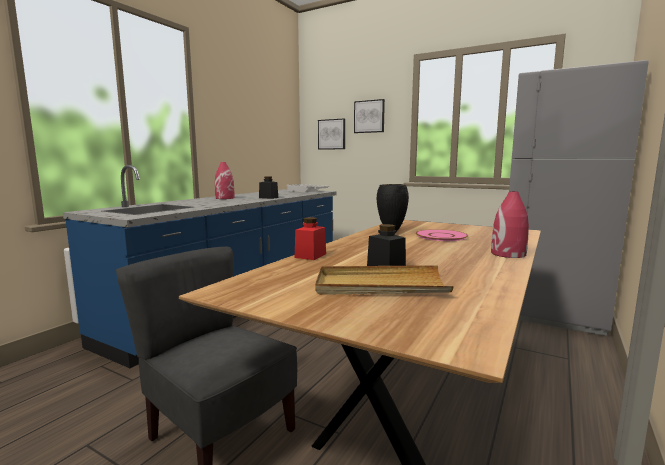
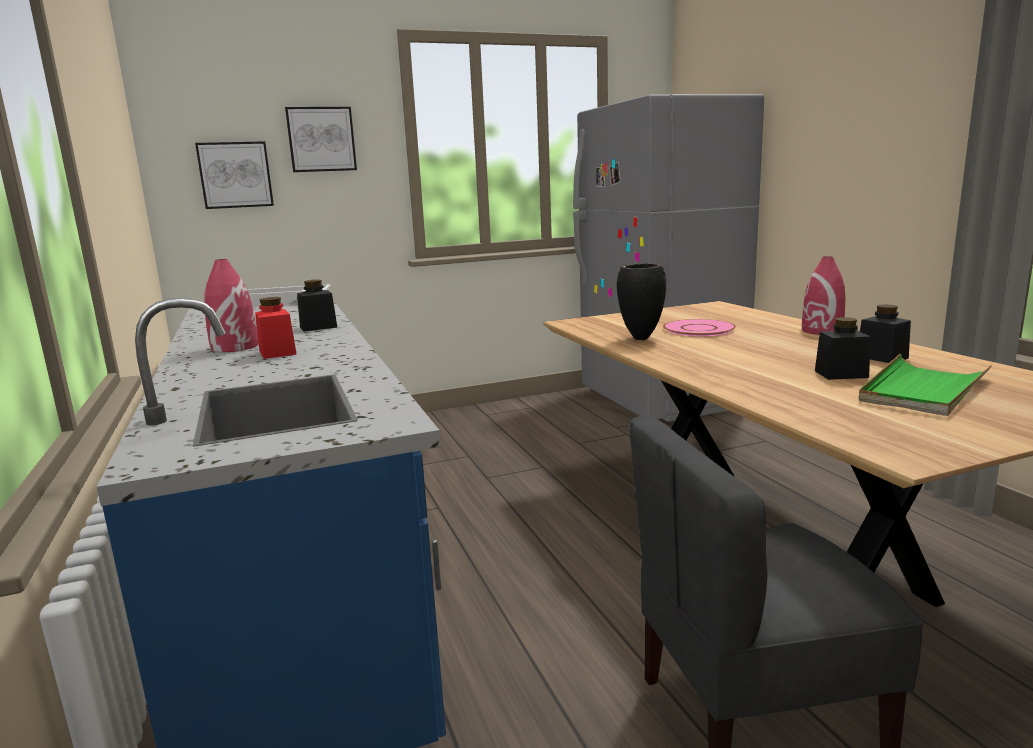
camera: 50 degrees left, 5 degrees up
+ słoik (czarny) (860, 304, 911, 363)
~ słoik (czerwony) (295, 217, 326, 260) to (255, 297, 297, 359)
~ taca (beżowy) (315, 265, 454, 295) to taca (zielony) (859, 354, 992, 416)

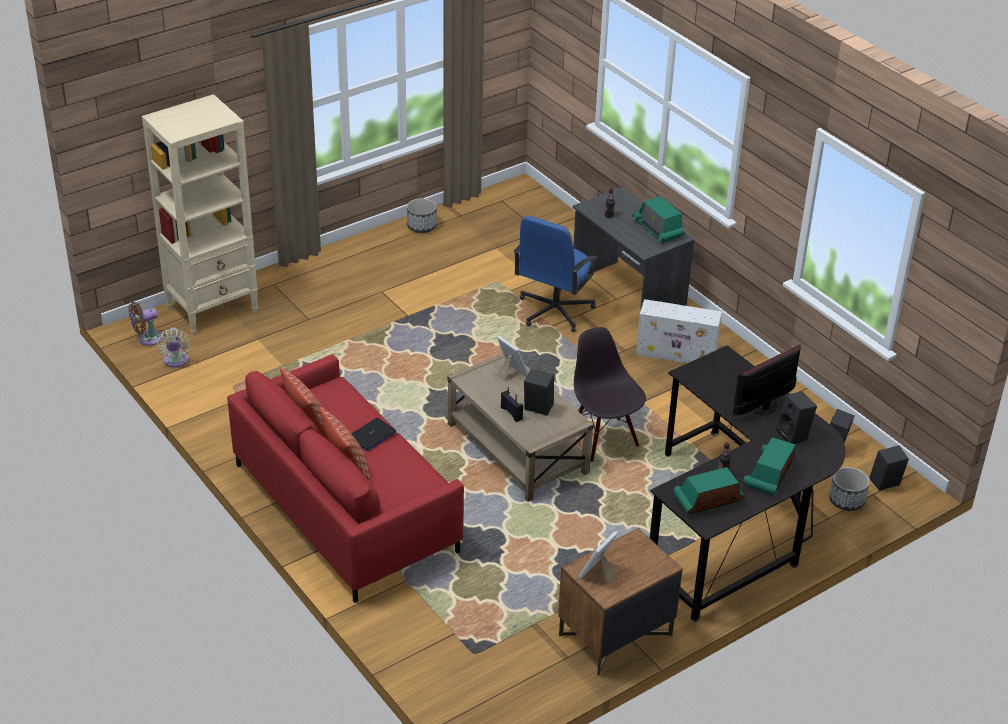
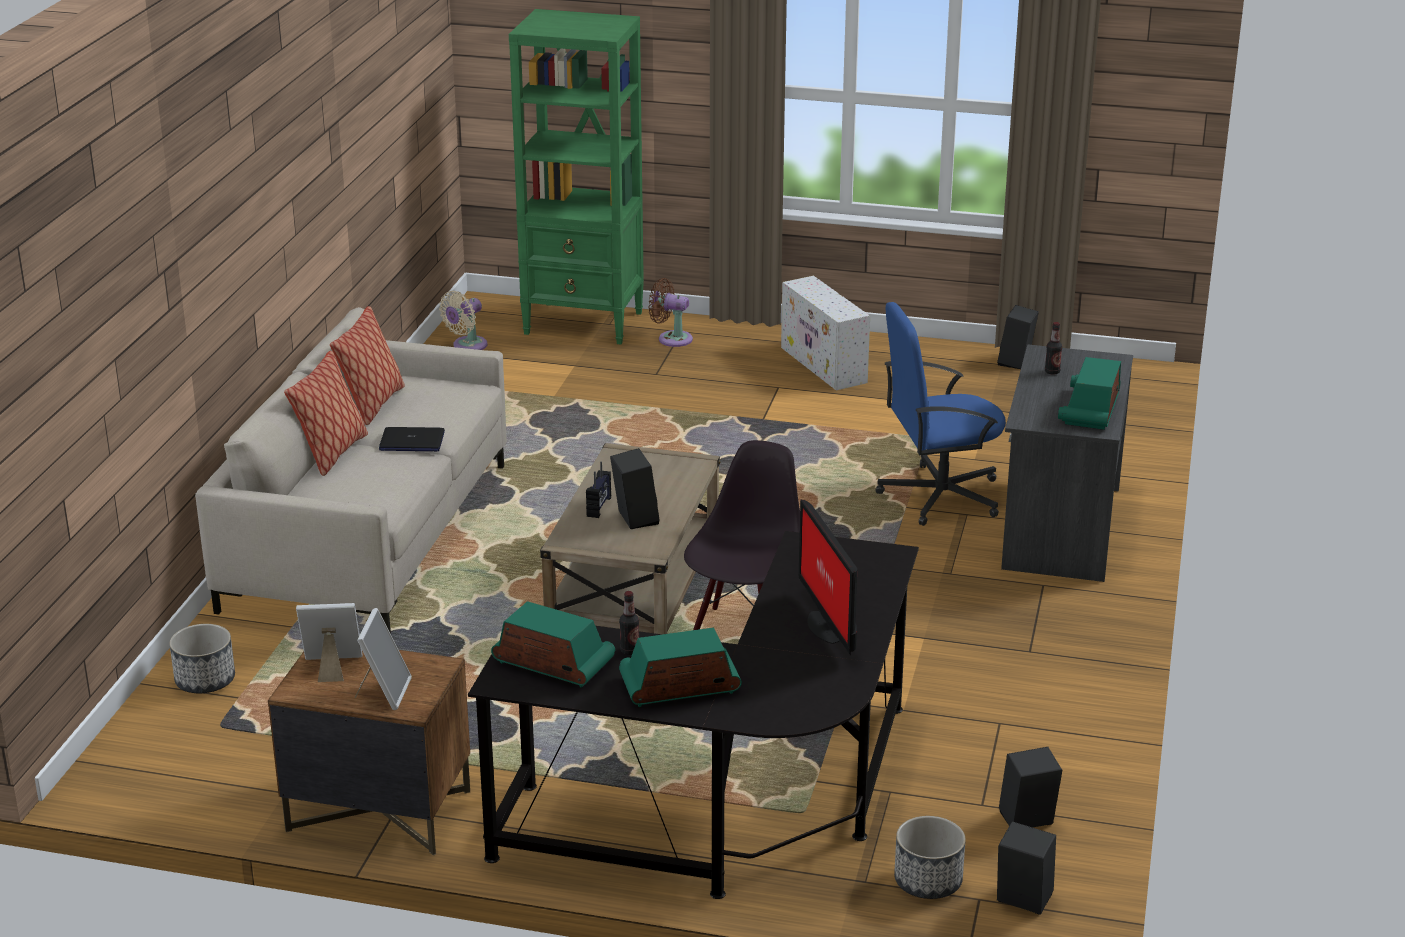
camera: 50 degrees right, 10 degrees down
~ wentylator (brązowy) (128, 302, 163, 346) to (648, 278, 693, 347)
~ donica (407, 198, 437, 233) to (169, 624, 235, 693)
~ ramka na zdjęcie (496, 335, 528, 382) to (355, 608, 412, 710)
~ pojemnik do przechowywania (biały) (636, 299, 722, 363) to (781, 276, 870, 391)
~ głośnik (czarny) (776, 391, 817, 444) to (997, 305, 1039, 369)
~ regał (beżowy) (142, 94, 258, 335) to regał (zielony) (509, 9, 644, 344)
~ kanapa (czerwony) (227, 355, 464, 603) to kanapa (beżowy) (195, 307, 507, 633)
~ monitor (733, 345, 801, 415) = (798, 499, 857, 656) 120 degrees counterclockwise

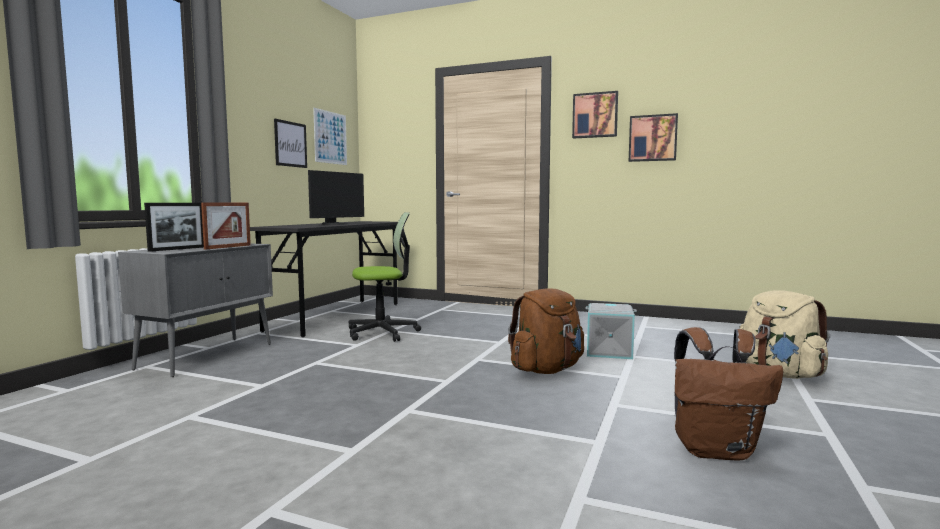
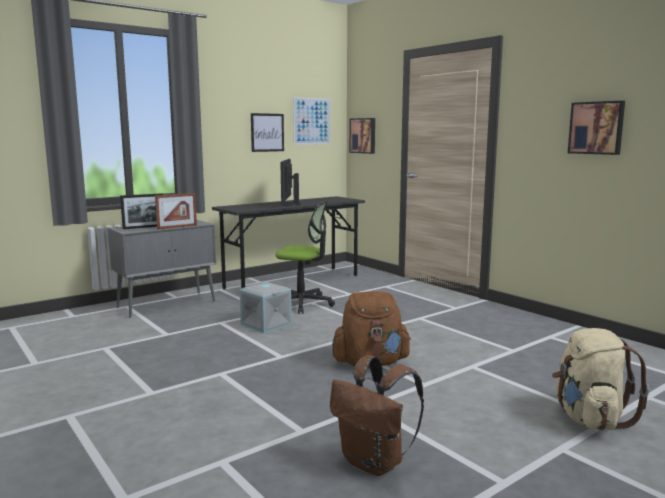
camera: 30 degrees right, 5 degrees up
~ obraz (572, 91, 618, 139) to (349, 118, 375, 154)
~ pojemnik do przechowywania (szary) (585, 303, 637, 359) to (239, 282, 292, 333)
~ monitor (308, 170, 364, 225) = (279, 159, 300, 206) 120 degrees clockwise

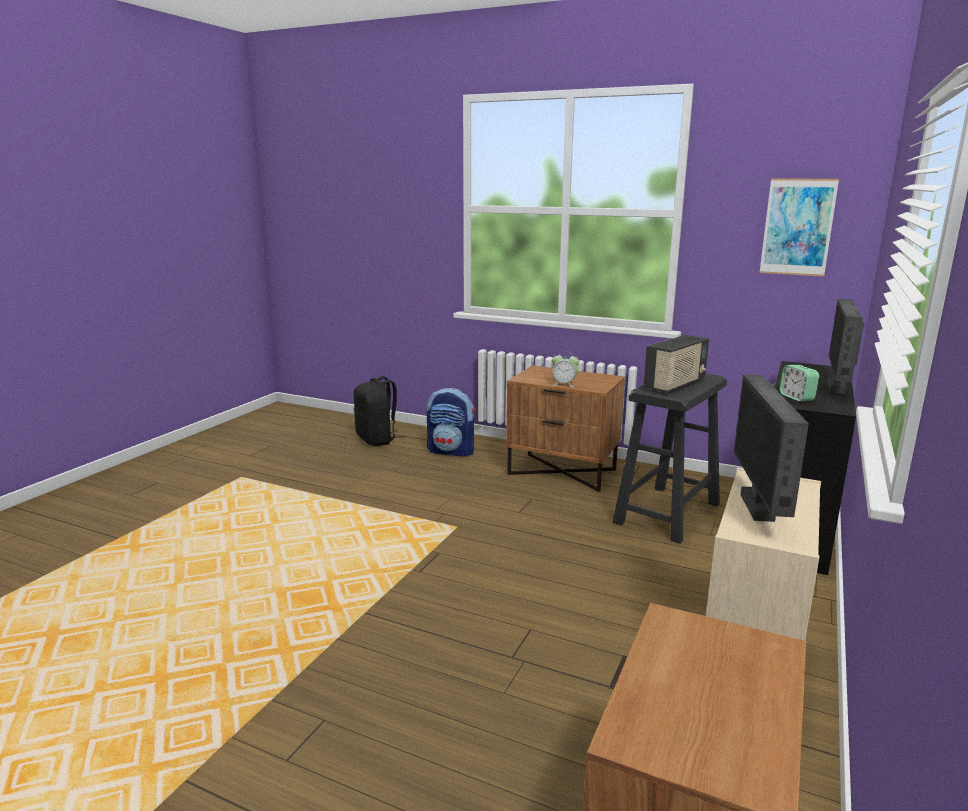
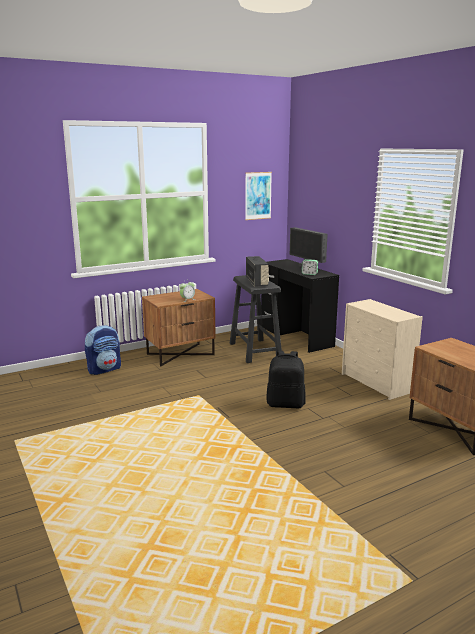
camera: 55 degrees left, 0 degrees up
- monitor (734, 375, 809, 522)
~ plecak (czarny) (354, 376, 405, 446) to (266, 351, 306, 408)

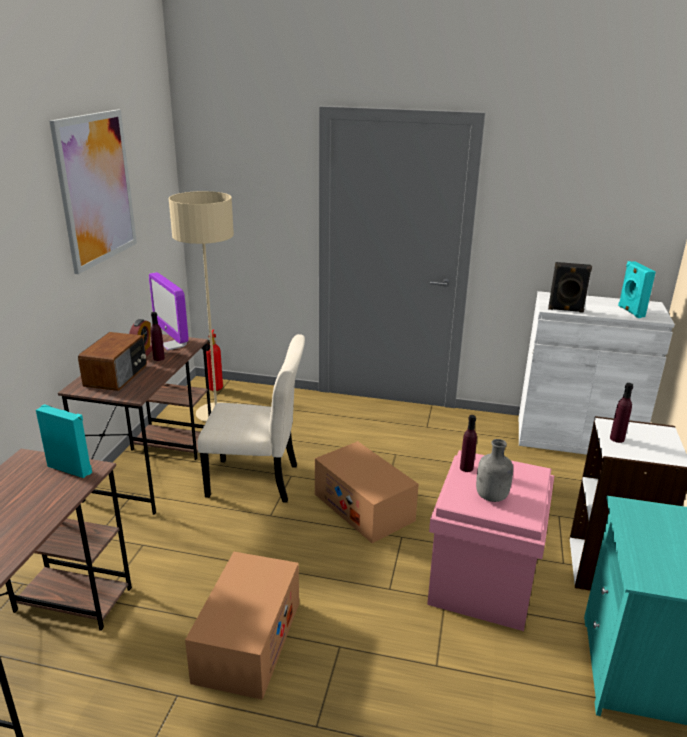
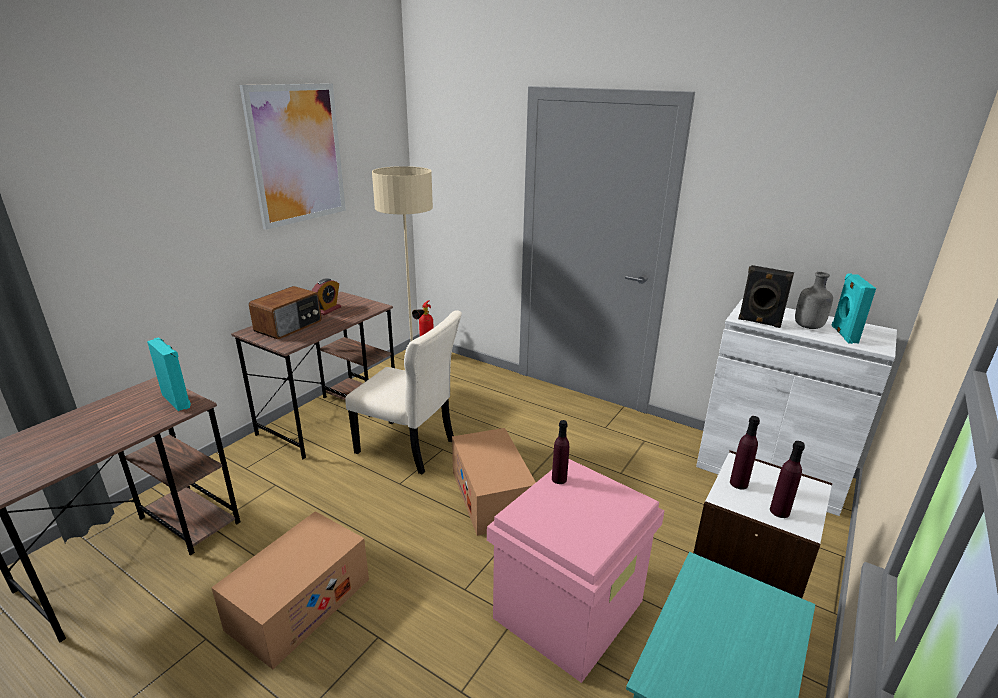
camera: 20 degrees right, 0 degrees up
- monitor (149, 272, 189, 350)
~ butelka (fioletowy) (150, 312, 165, 361) to (770, 441, 805, 518)
~ butelka (szary) (476, 439, 513, 502) to (795, 272, 833, 329)

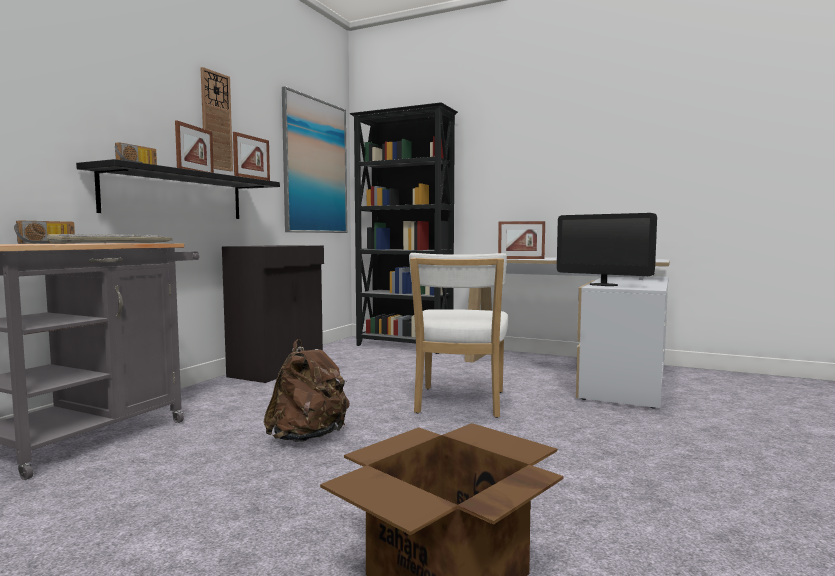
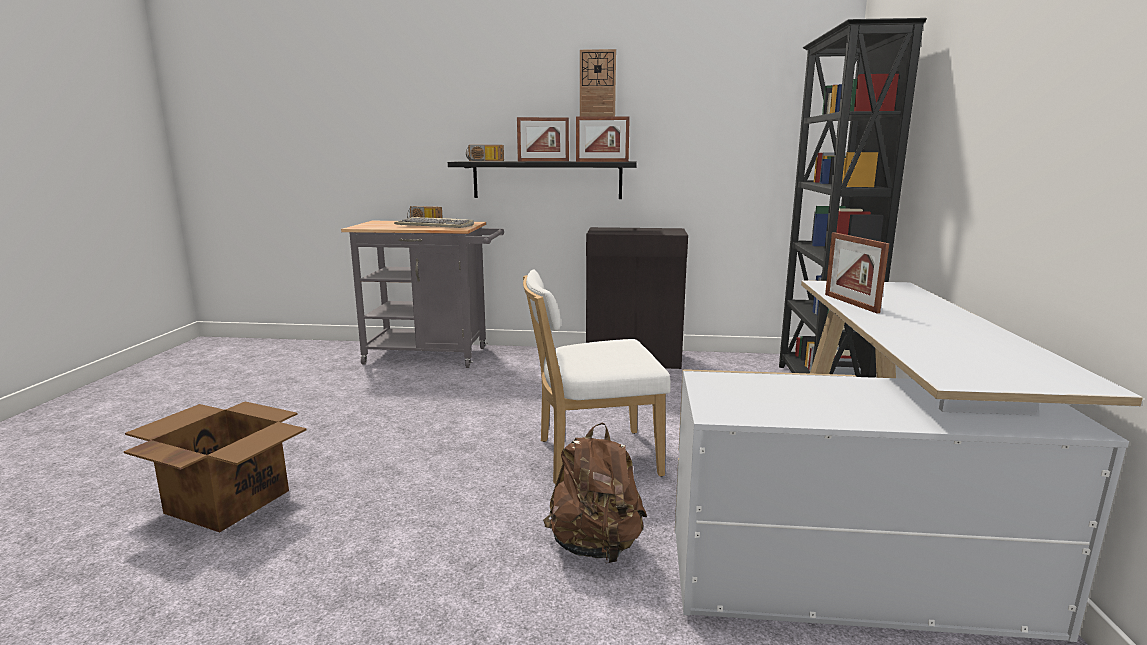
camera: 70 degrees right, 10 degrees up
- obraz (282, 86, 347, 233)
- monitor (557, 213, 657, 286)
~ plecak (brązowy) (264, 339, 350, 442) to (543, 422, 647, 563)

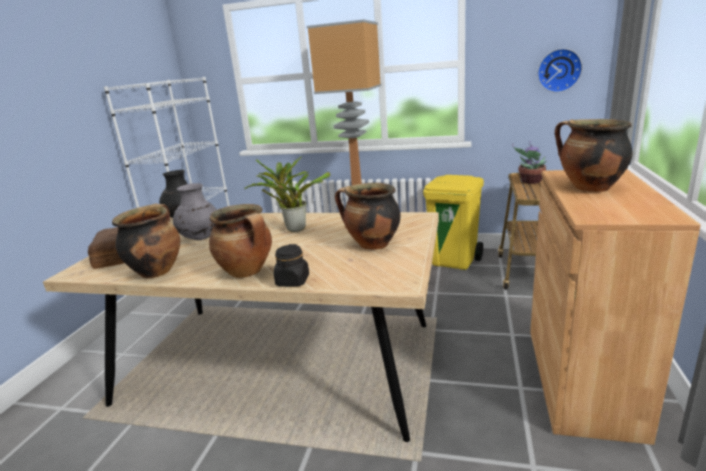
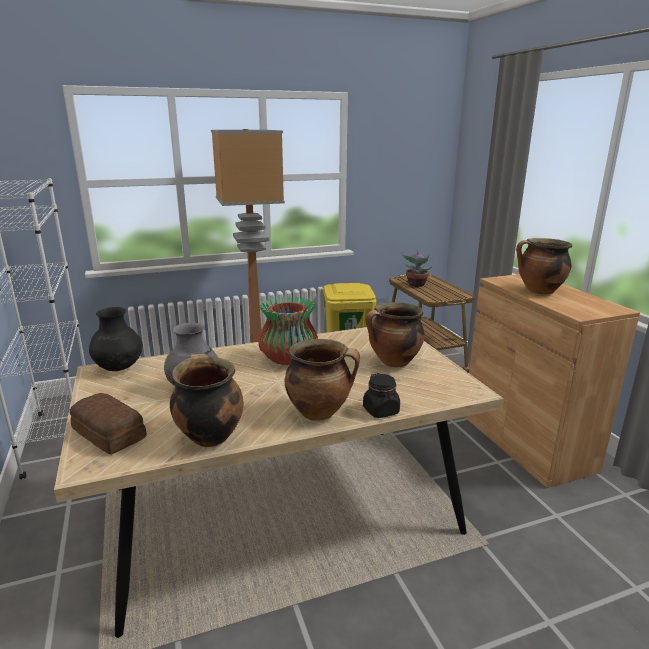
camera: 35 degrees left, 0 degrees up
- zegar ścienny (537, 48, 583, 93)
~ roślina doniczkowa (244, 156, 330, 232) to wazon (258, 296, 318, 365)

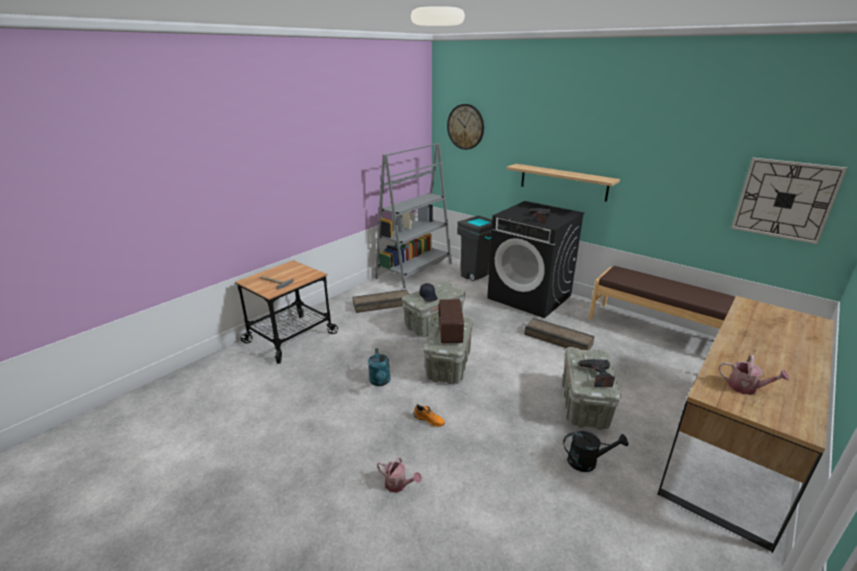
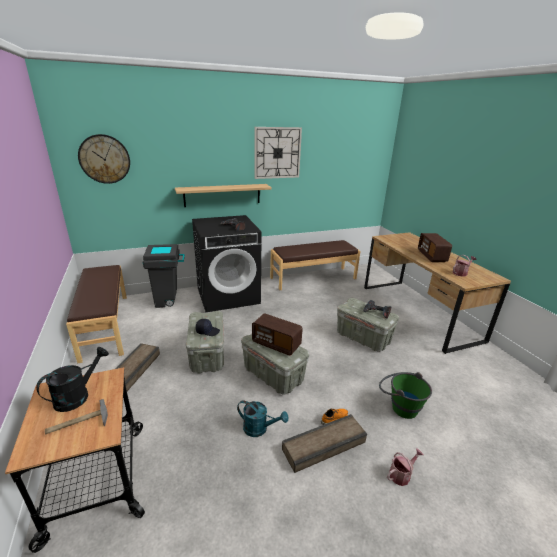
camera: 60 degrees left, 0 degrees up
+ wiadro (zielony) (379, 372, 432, 419)
+ radio (418, 233, 452, 262)
~ skrzynka (524, 318, 595, 350) to (282, 414, 367, 473)
~ konewka (czarny) (563, 431, 629, 472) to (36, 347, 109, 412)
~ zegar ścienny (731, 158, 847, 244) to (255, 127, 302, 179)
~ regał (szary) (375, 143, 452, 288) to ławka (brązowy) (66, 265, 127, 364)

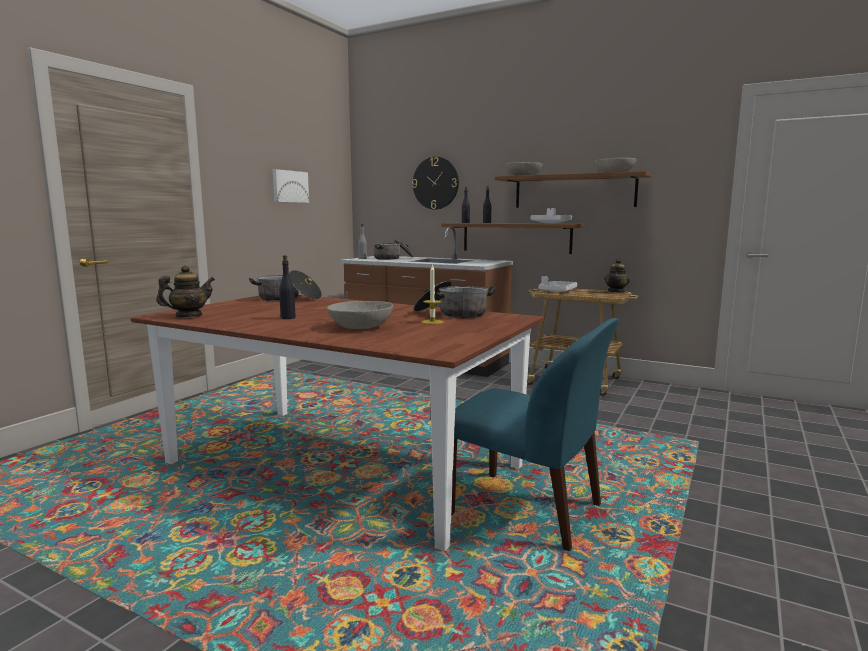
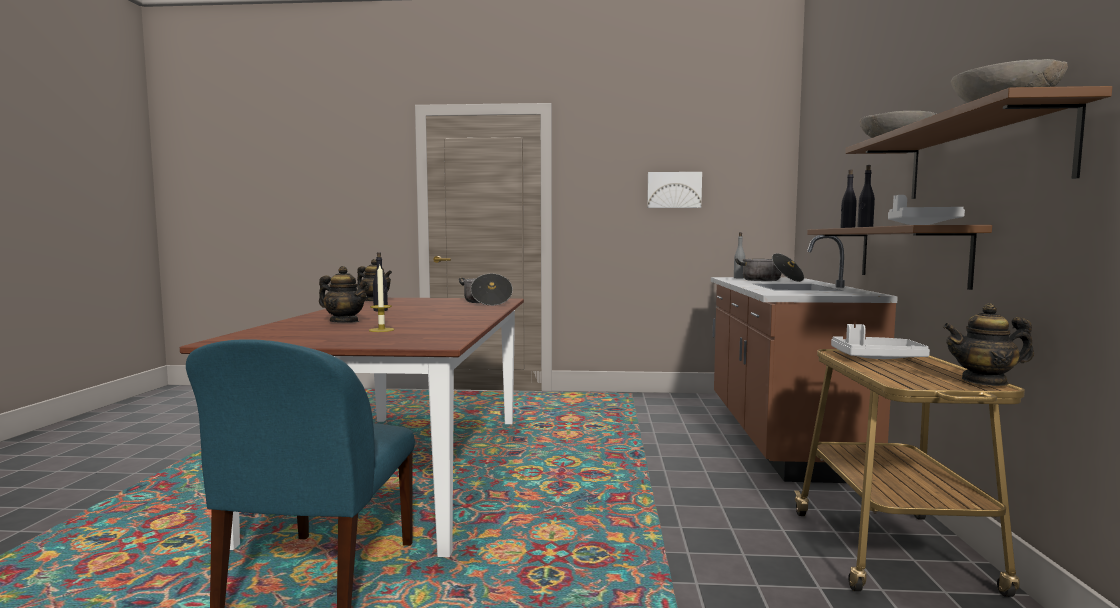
camera: 65 degrees right, 5 degrees down
- zegar ścienny (412, 157, 459, 210)
- garnek (413, 281, 496, 318)
~ miska (szary) (327, 301, 393, 329) to imbryk (319, 266, 368, 323)

